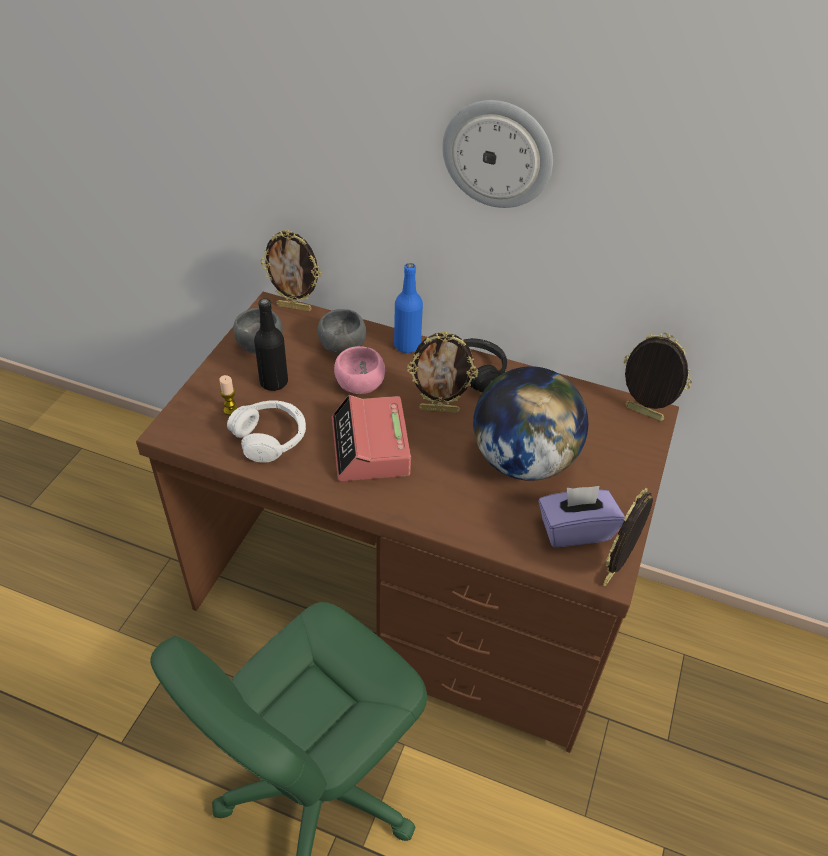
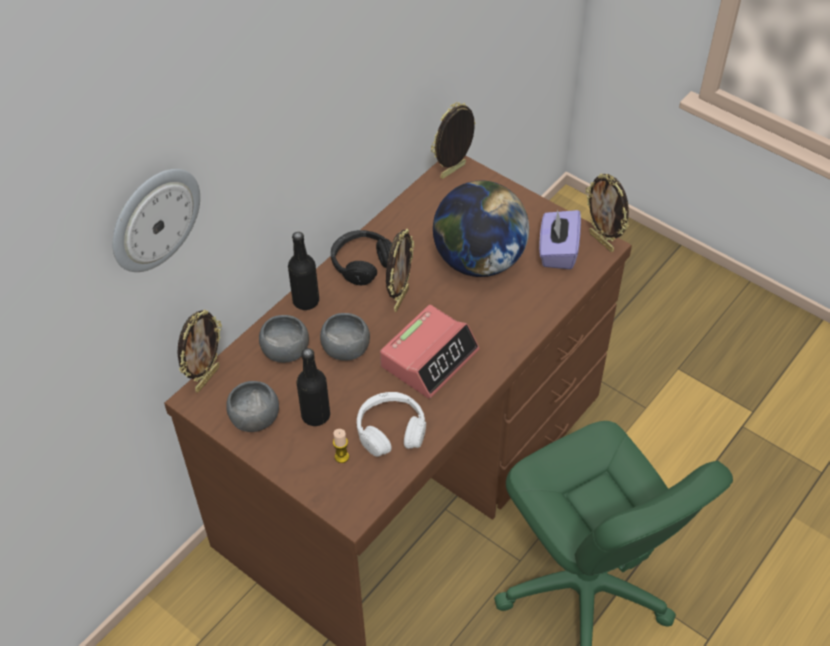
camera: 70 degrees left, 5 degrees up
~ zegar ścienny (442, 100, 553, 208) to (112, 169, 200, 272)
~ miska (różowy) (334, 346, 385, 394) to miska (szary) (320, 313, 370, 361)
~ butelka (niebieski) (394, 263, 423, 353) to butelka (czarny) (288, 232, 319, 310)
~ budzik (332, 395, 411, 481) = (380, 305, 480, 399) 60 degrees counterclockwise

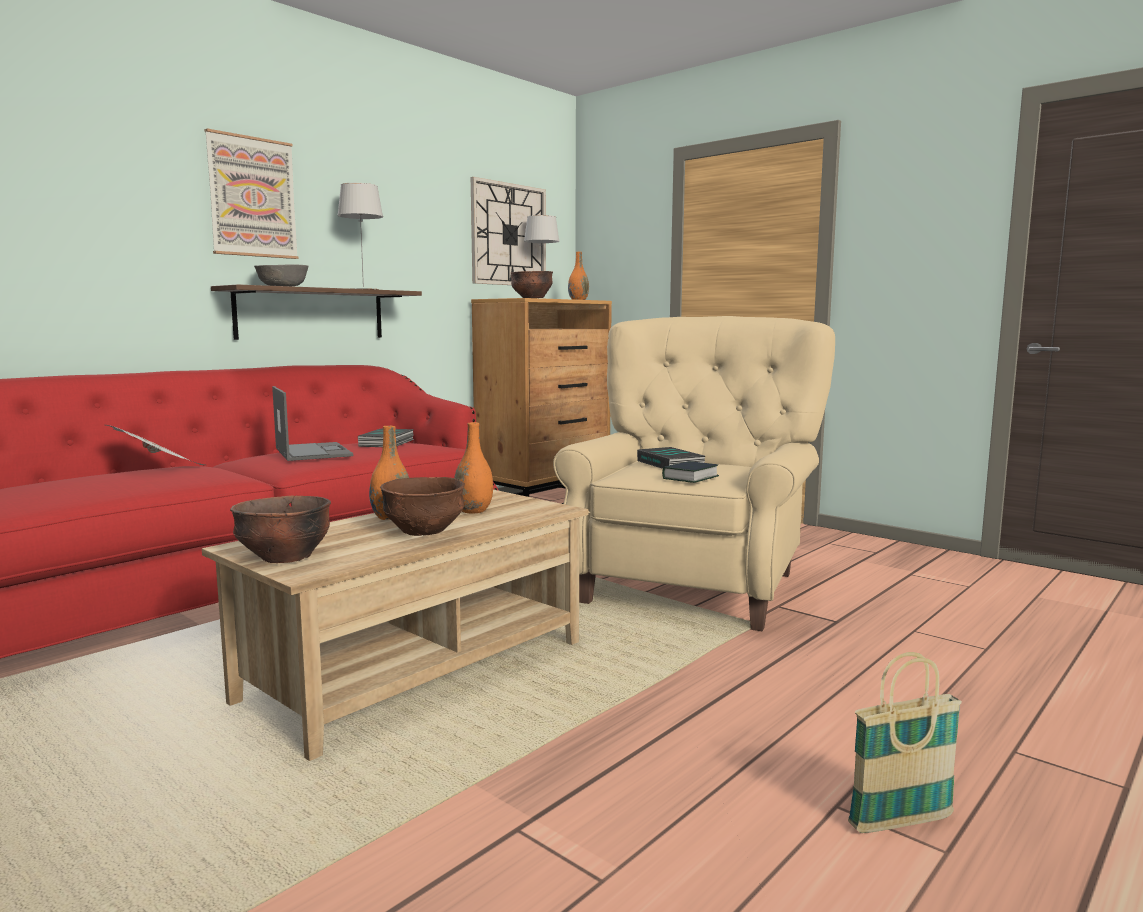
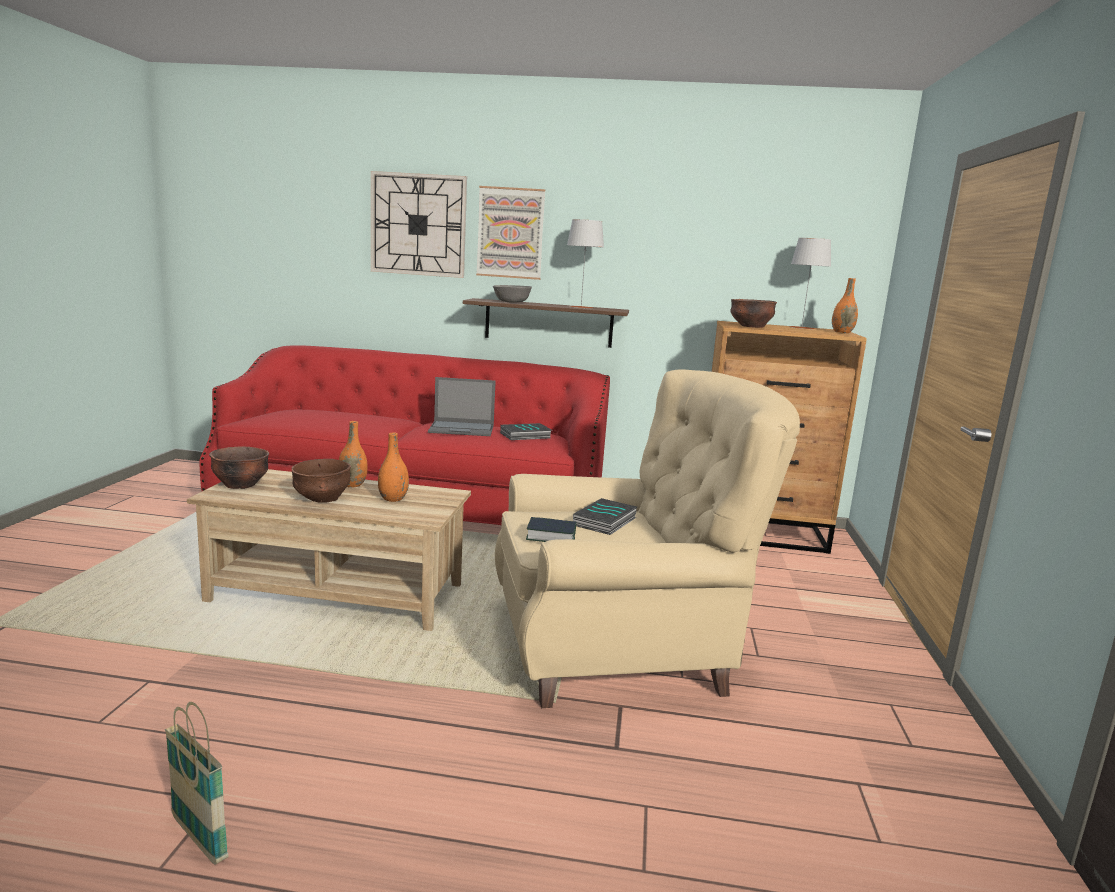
camera: 55 degrees right, 5 degrees up
- gazeta (106, 425, 205, 465)
~ zegar ścienny (471, 177, 546, 285) to (371, 171, 467, 278)
~ laptop (272, 386, 353, 461) = (428, 377, 496, 436) 60 degrees clockwise

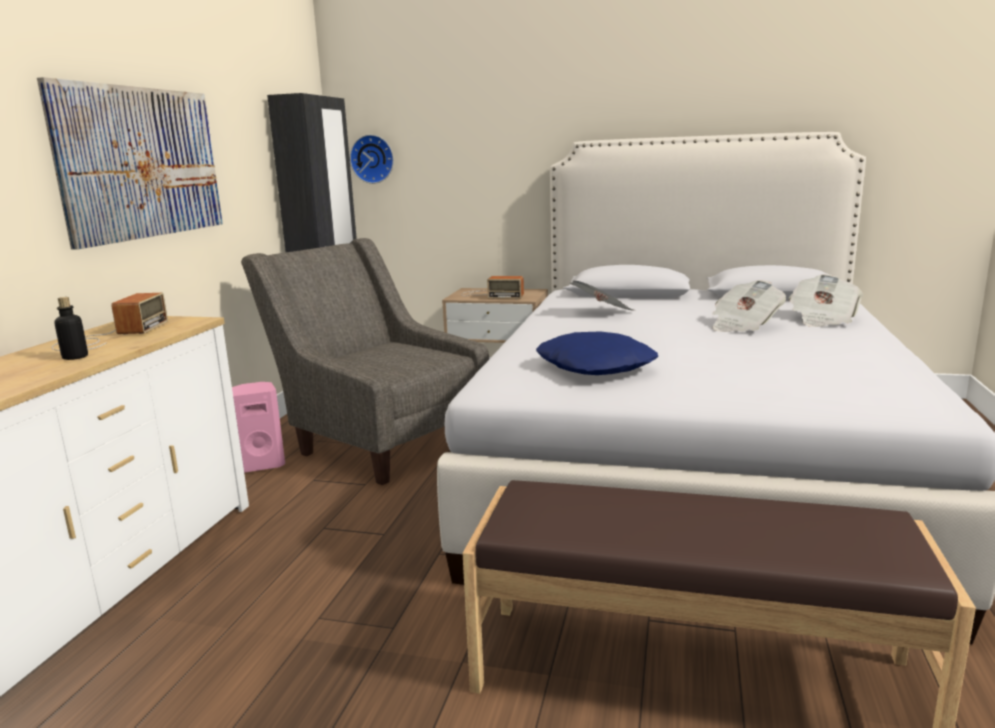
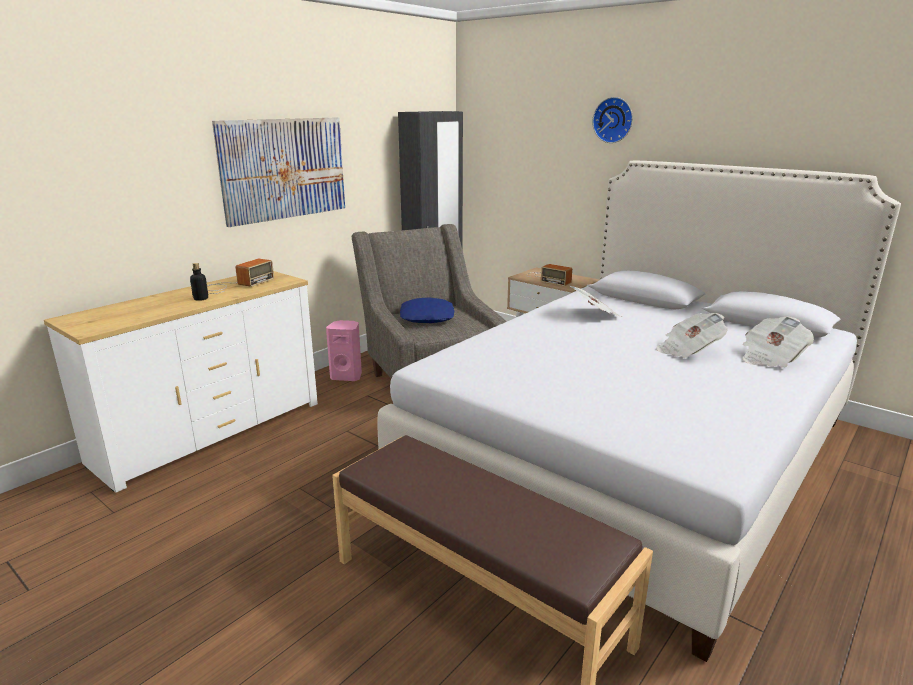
camera: 25 degrees right, 5 degrees up
~ zegar ścienny (350, 135, 394, 184) to (592, 97, 633, 143)
~ poduszka (niebieski) (536, 331, 658, 375) to (400, 298, 454, 323)

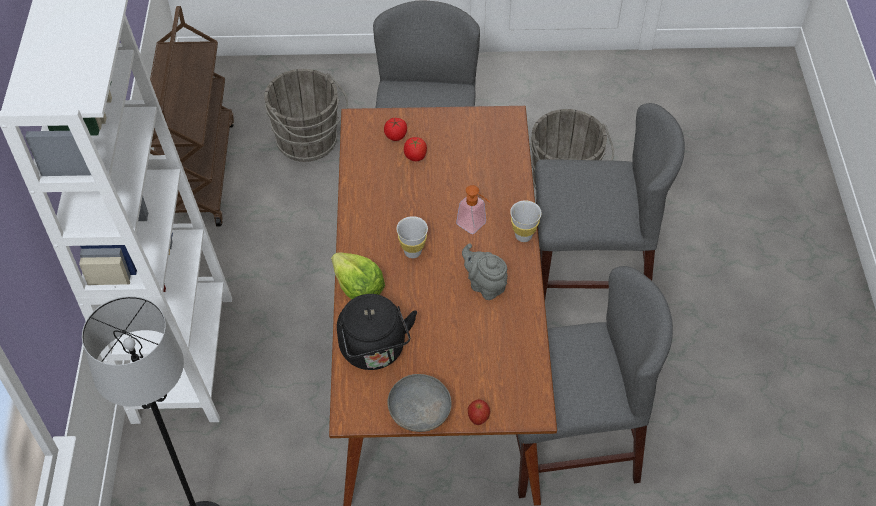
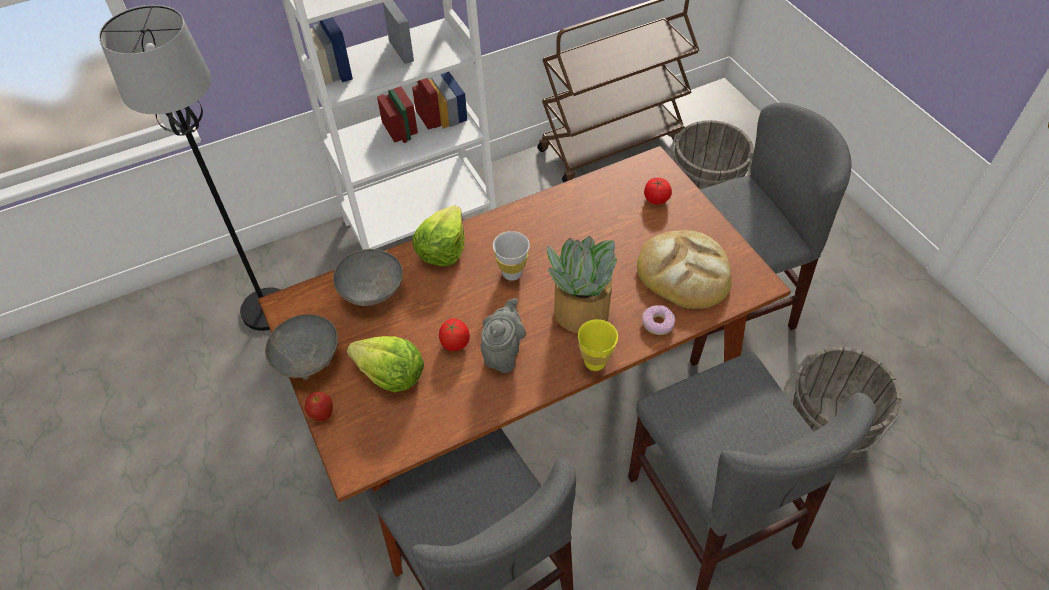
camera: 65 degrees right, 0 degrees up
+ sałata (347, 336, 424, 392)
+ chleb (637, 230, 732, 309)
+ donut (642, 305, 675, 335)
~ pomidor (404, 137, 427, 161) to (439, 319, 470, 351)
~ czajnik (czarny) (337, 294, 417, 370) to miska (szary) (333, 249, 403, 306)
~ dozownik mydła (456, 185, 490, 234) to roślina doniczkowa (547, 236, 618, 333)
~ filiżanka (biały) (510, 200, 542, 242) to filiżanka (żółty) (578, 319, 618, 371)

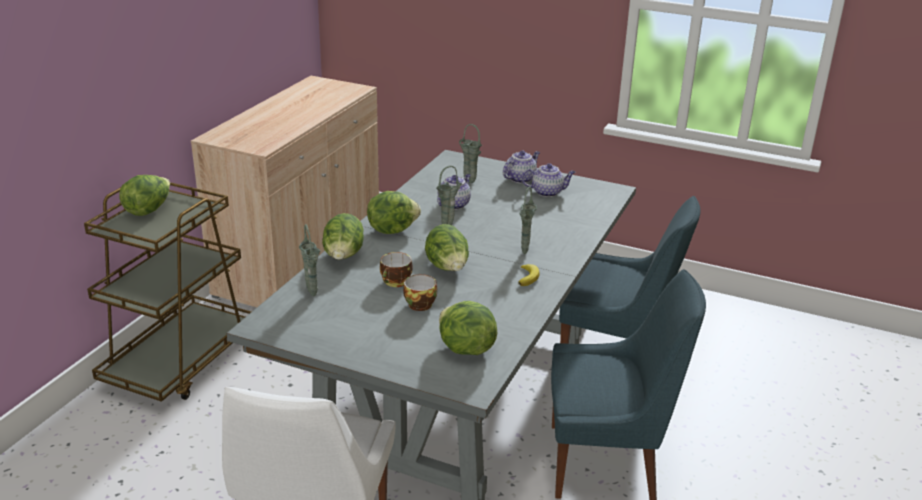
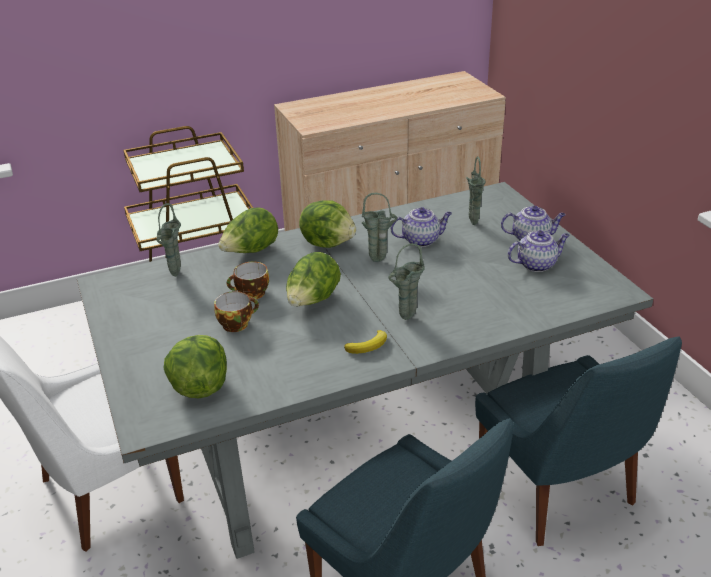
camera: 45 degrees right, 5 degrees up
- sałata (119, 175, 170, 216)
~ imbryk (522, 163, 575, 197) = (507, 230, 570, 272) 60 degrees counterclockwise

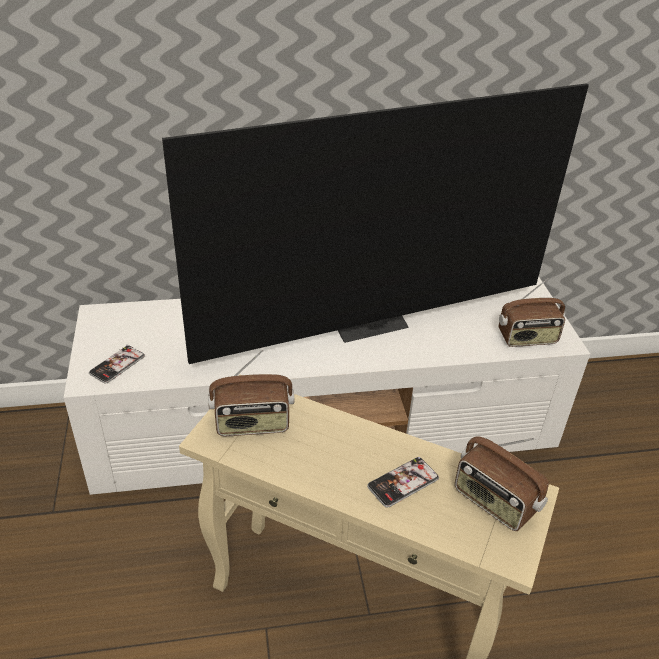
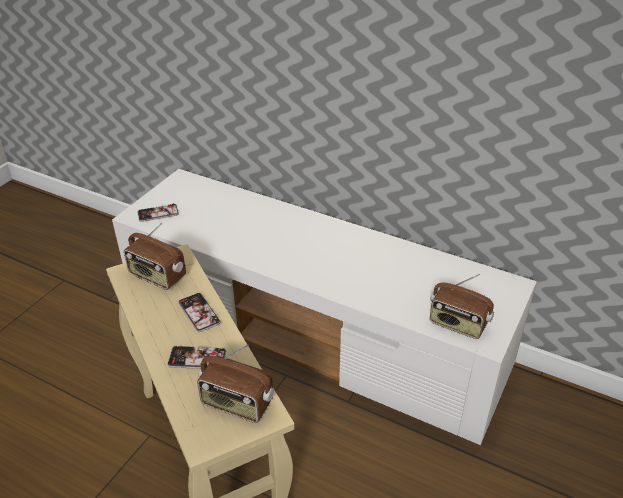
camera: 40 degrees right, 0 degrees up
- telewizor (162, 83, 589, 364)
+ telefon (178, 293, 221, 332)
~ radio (455, 437, 549, 531) = (197, 345, 274, 423) 60 degrees counterclockwise

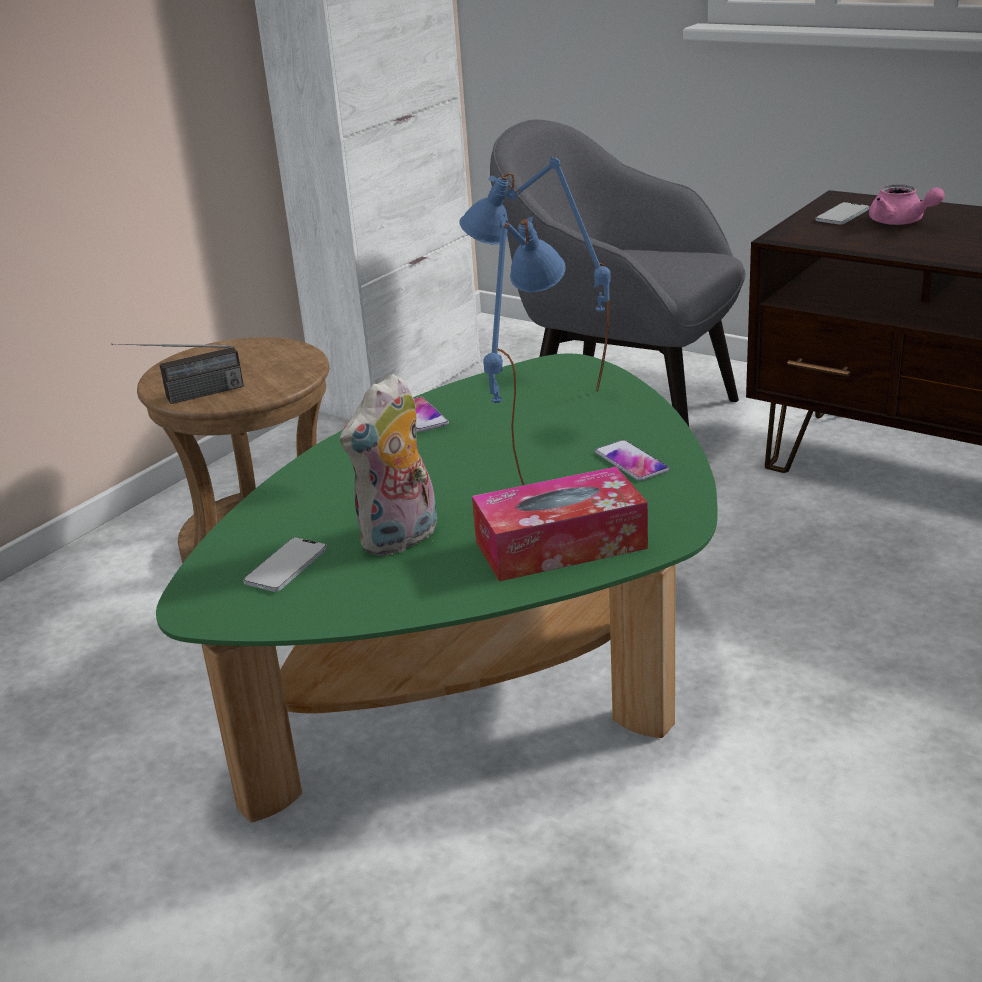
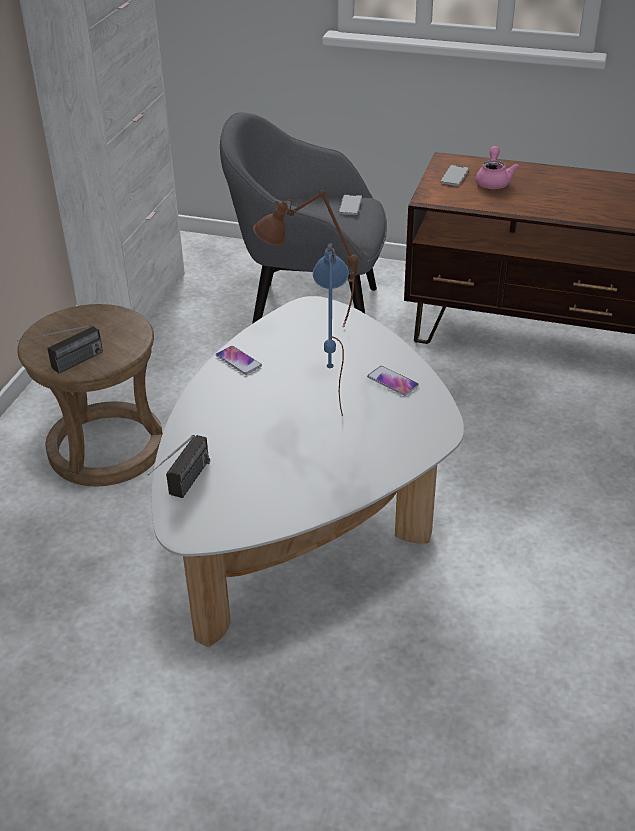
camera: 20 degrees left, 10 degrees up
- pluszak (340, 373, 437, 556)
- pudełko chusteczek (472, 467, 648, 582)
+ radio (148, 435, 210, 498)
~ telefon (243, 537, 327, 592) to (339, 195, 362, 215)
~ ława (zielony) (156, 354, 718, 823) to ława (biały) (151, 296, 464, 647)
~ lampa stołowa (niebieski) (459, 157, 611, 392) to lampa stołowa (brązowy) (253, 190, 358, 326)
~ imbryk (różowy) (869, 184, 945, 225) = (476, 146, 519, 189) 120 degrees counterclockwise

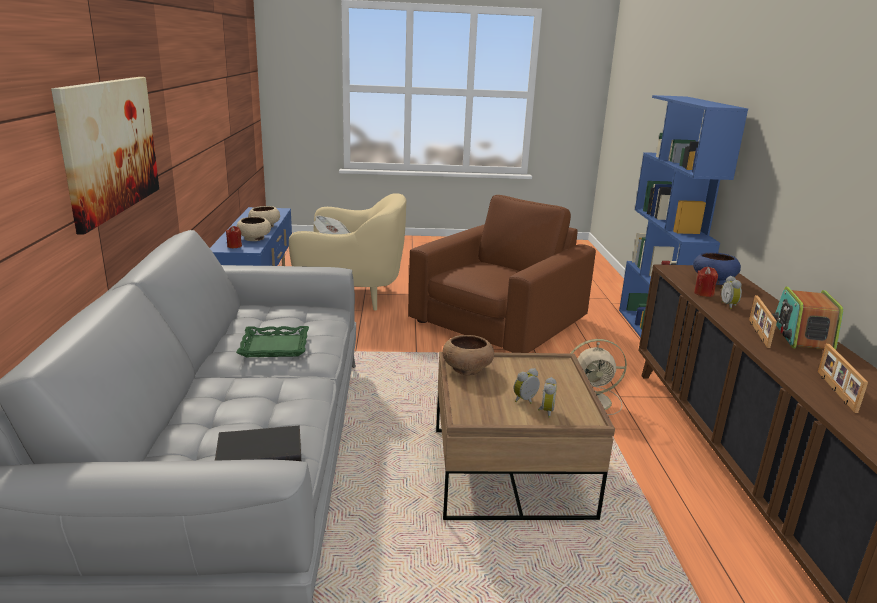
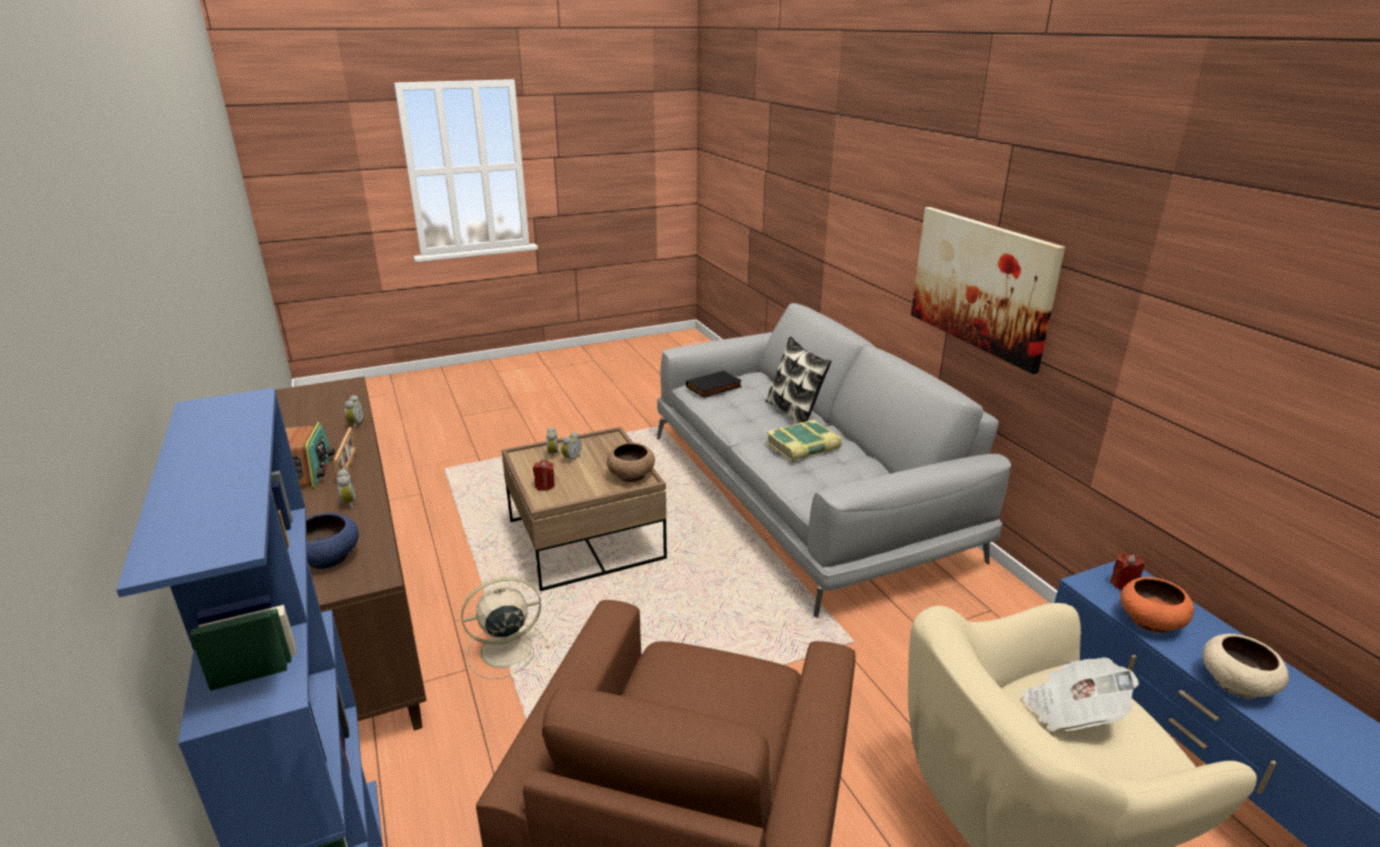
camera: 160 degrees right, 5 degrees up
- ramka na zdjęcie (818, 344, 868, 413)
+ budzik (345, 395, 363, 429)
+ poduszka (766, 336, 832, 424)
~ świeca (czerwony) (694, 267, 718, 297) to (533, 460, 555, 491)
~ taca (zielony) (236, 326, 309, 357) to książka (766, 420, 842, 461)
~ miska (beżowy) (236, 216, 271, 241) to miska (pomarańczowy) (1120, 577, 1194, 633)

